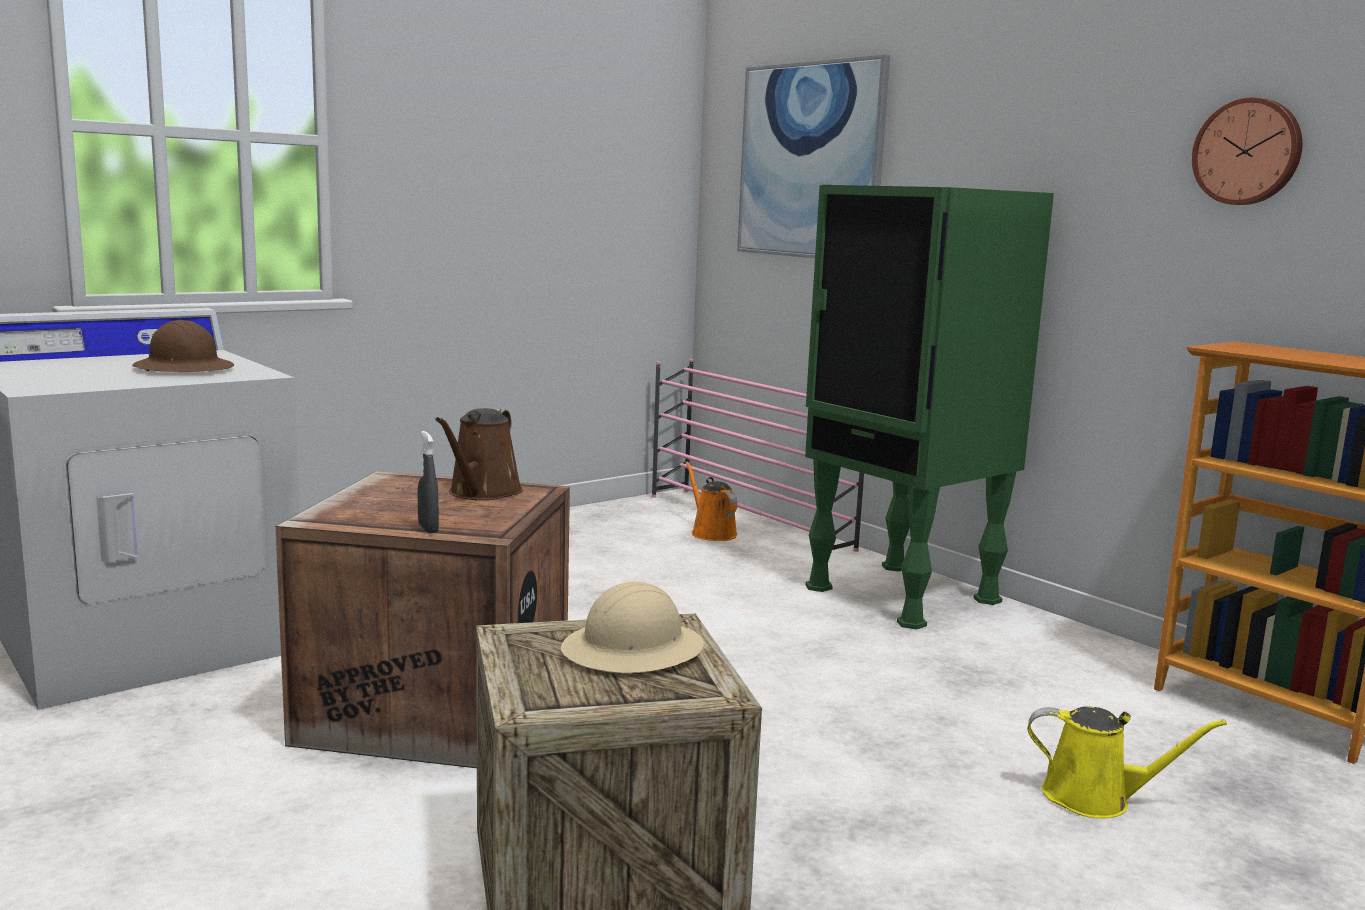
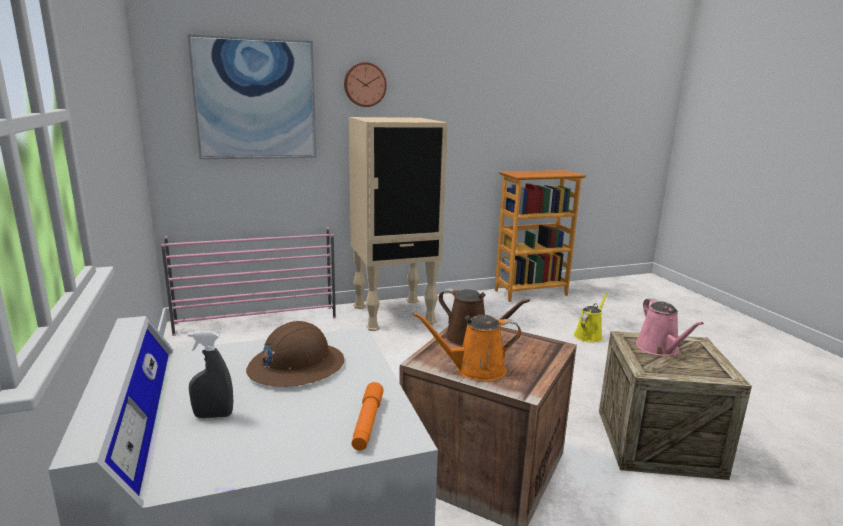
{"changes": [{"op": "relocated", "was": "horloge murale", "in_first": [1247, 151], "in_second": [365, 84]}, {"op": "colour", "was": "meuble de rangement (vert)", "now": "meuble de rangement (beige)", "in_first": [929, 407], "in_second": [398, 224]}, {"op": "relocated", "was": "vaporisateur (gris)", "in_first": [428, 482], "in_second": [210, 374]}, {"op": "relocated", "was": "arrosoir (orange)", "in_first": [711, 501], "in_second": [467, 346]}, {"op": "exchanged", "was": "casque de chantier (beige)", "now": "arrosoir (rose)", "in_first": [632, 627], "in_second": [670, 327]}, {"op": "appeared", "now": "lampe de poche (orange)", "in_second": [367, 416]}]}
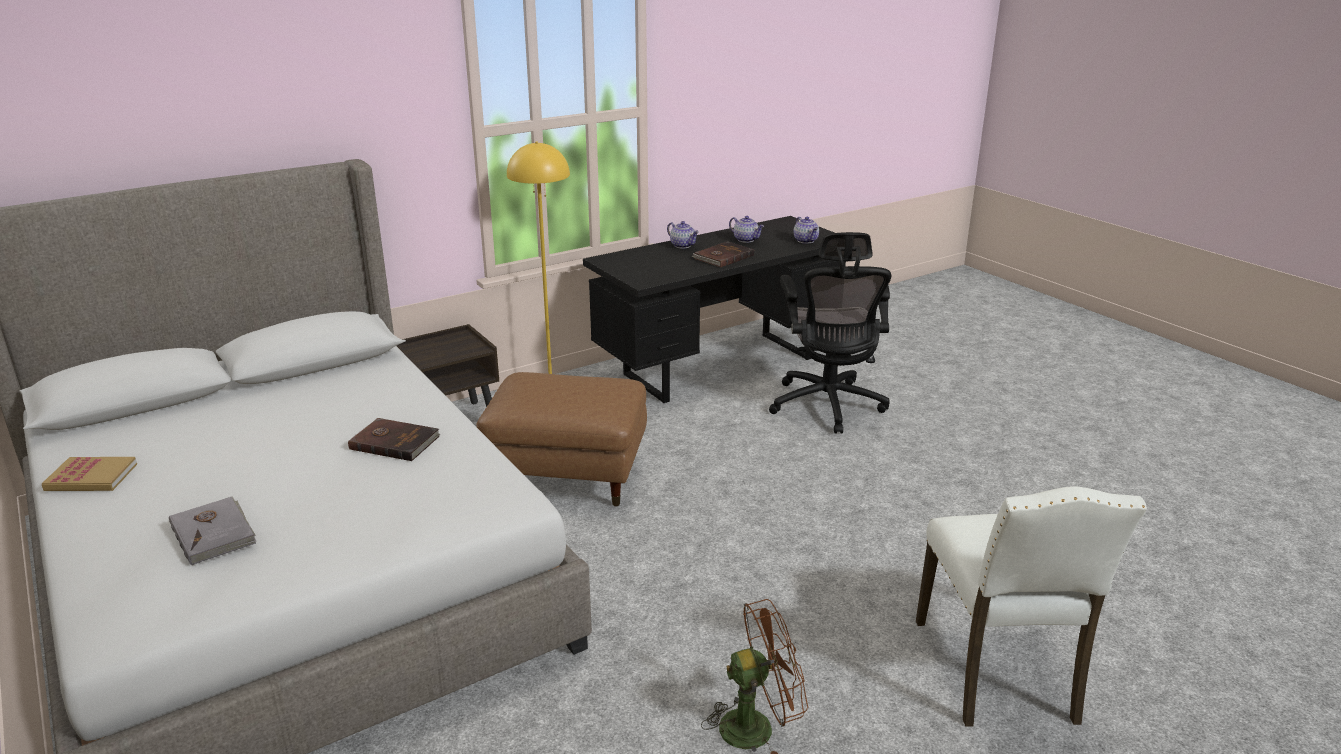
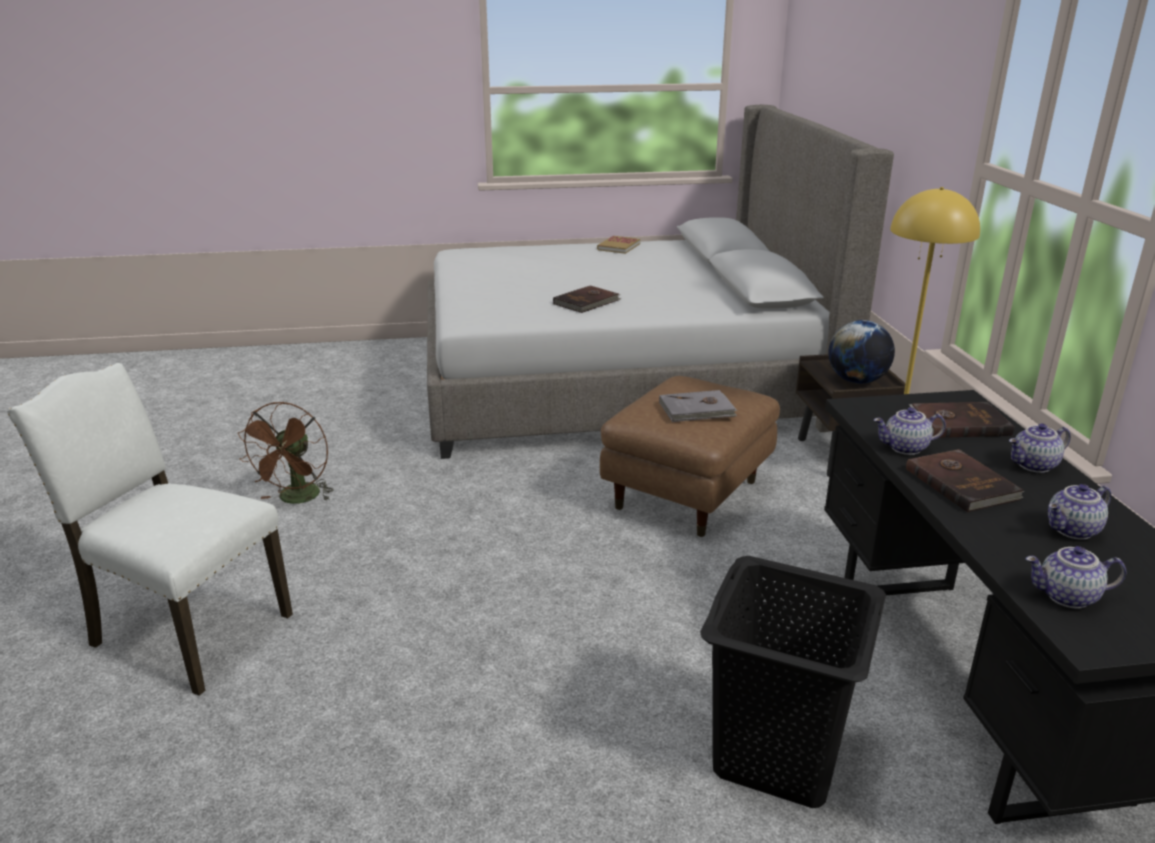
{"changes": [{"op": "exchanged", "was": "chaise de bureau", "now": "panier à linge (noir)", "in_first": [830, 333], "in_second": [793, 682]}, {"op": "relocated", "was": "livre (gris)", "in_first": [212, 531], "in_second": [698, 406]}, {"op": "appeared", "now": "globe", "in_second": [861, 352]}, {"op": "appeared", "now": "livre (marron)", "in_second": [961, 420]}, {"op": "appeared", "now": "théière", "in_second": [910, 431]}]}
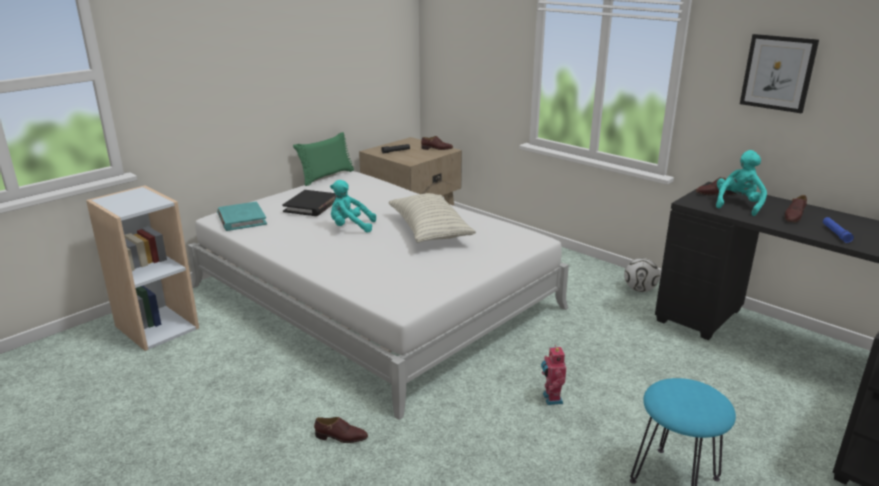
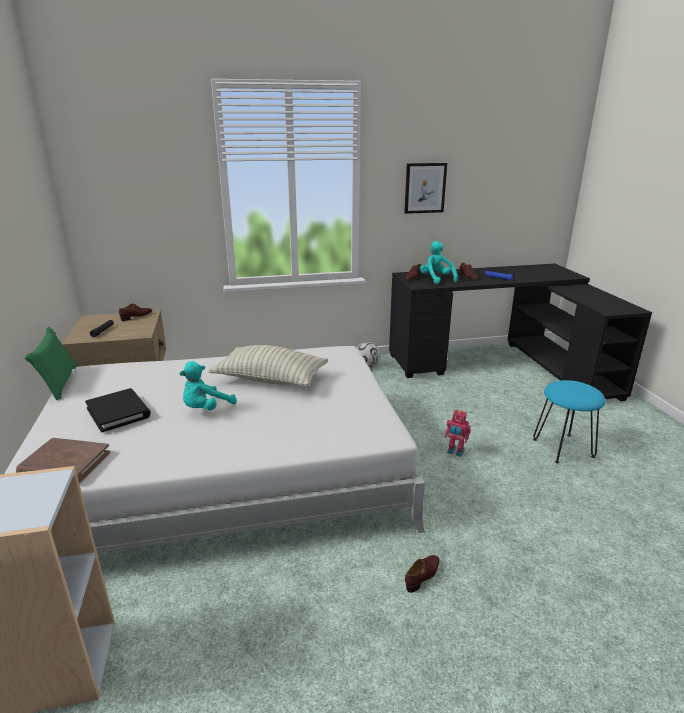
{"changes": [{"op": "colour", "was": "livre (turquoise)", "now": "livre (marron)", "in_first": [242, 216], "in_second": [63, 461]}]}
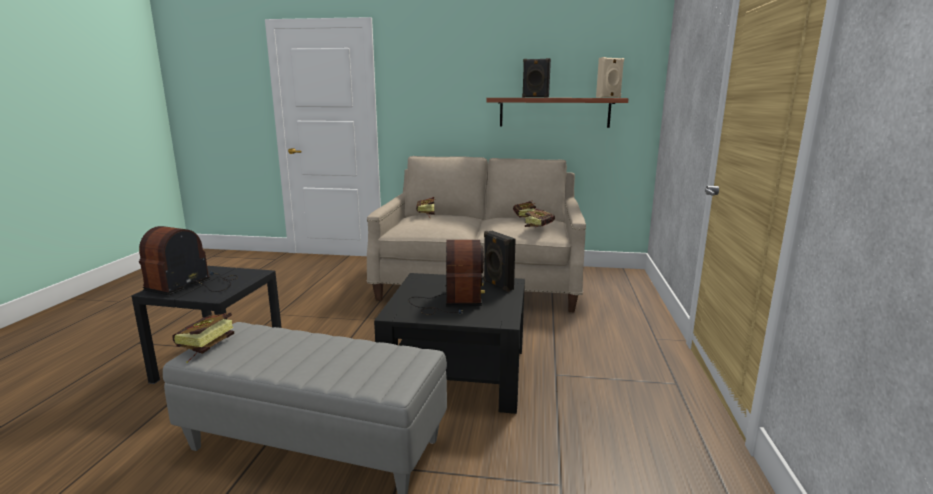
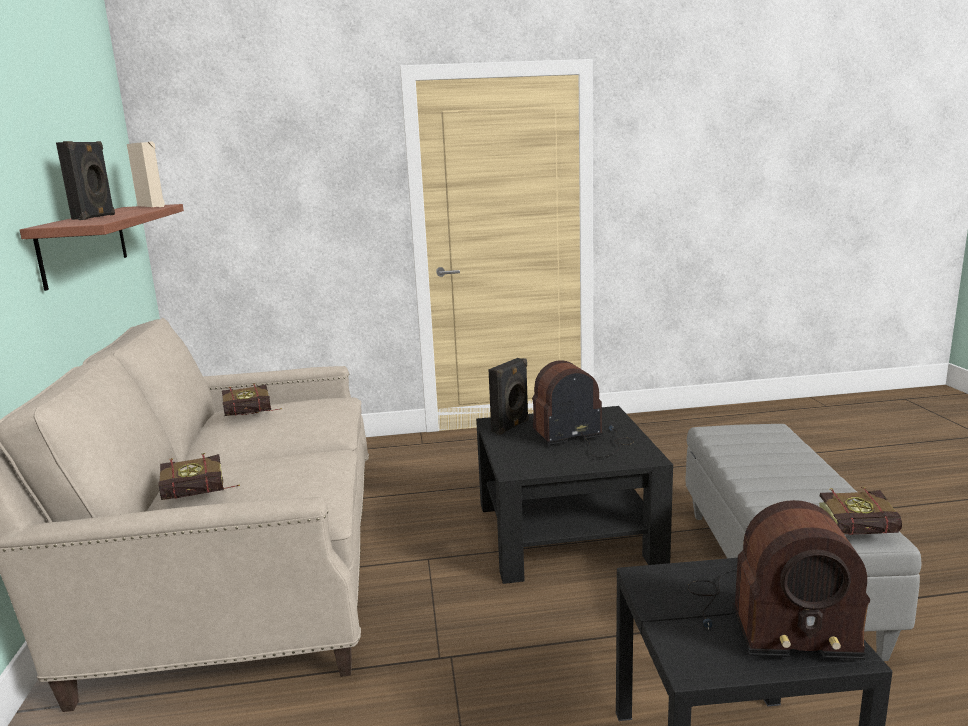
{"changes": [{"op": "missing", "was": "livre", "in_first": [540, 217]}]}
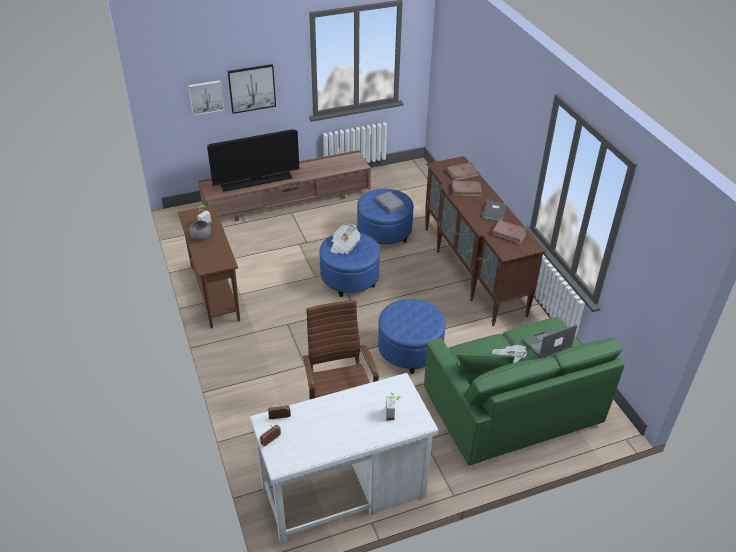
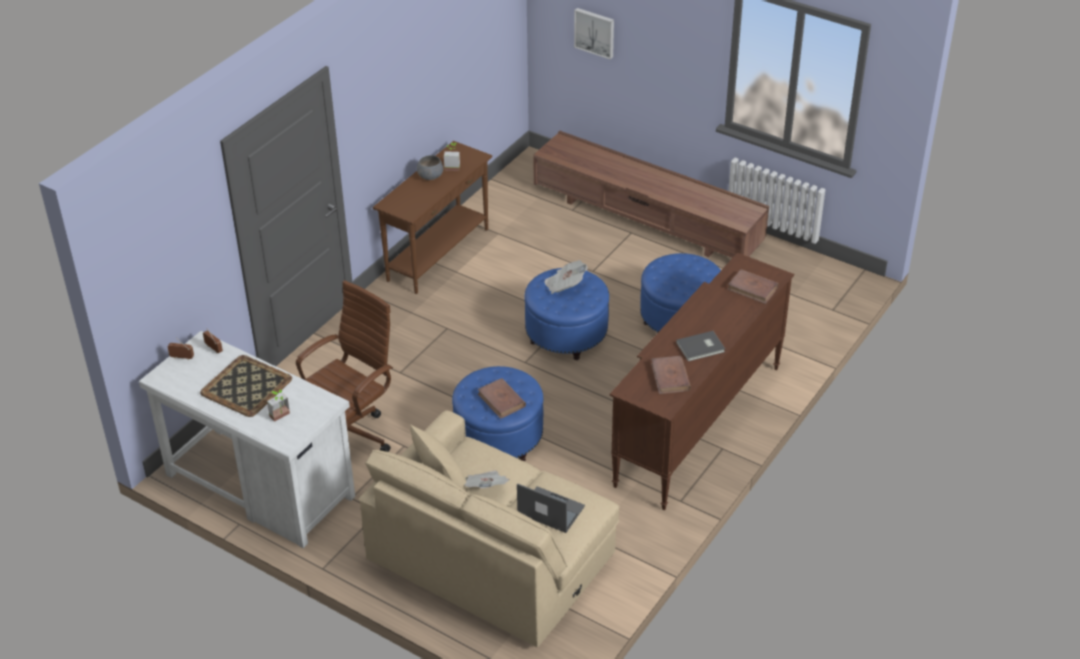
{"changes": [{"op": "missing", "was": "tableau", "in_first": [252, 89]}, {"op": "missing", "was": "téléviseur", "in_first": [253, 160]}, {"op": "relocated", "was": "livre (marron)", "in_first": [467, 189], "in_second": [501, 398]}, {"op": "missing", "was": "livre (gris)", "in_first": [390, 202]}, {"op": "colour", "was": "canapé (vert)", "now": "canapé (beige)", "in_first": [524, 391], "in_second": [489, 528]}, {"op": "appeared", "now": "plateau", "in_second": [246, 386]}]}
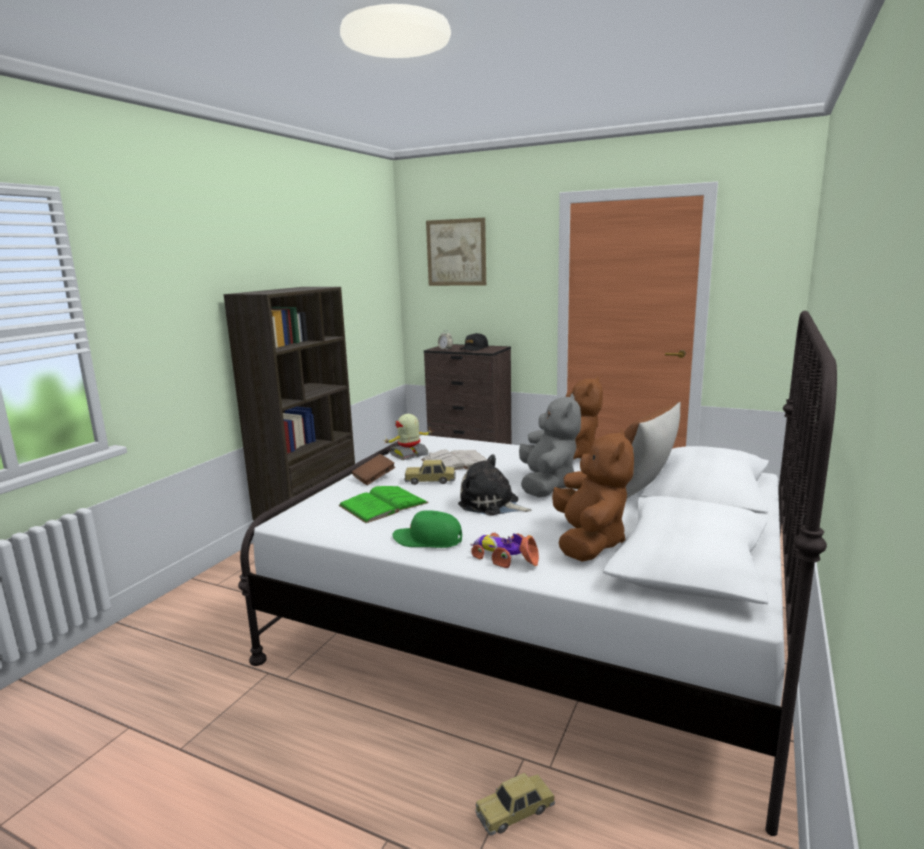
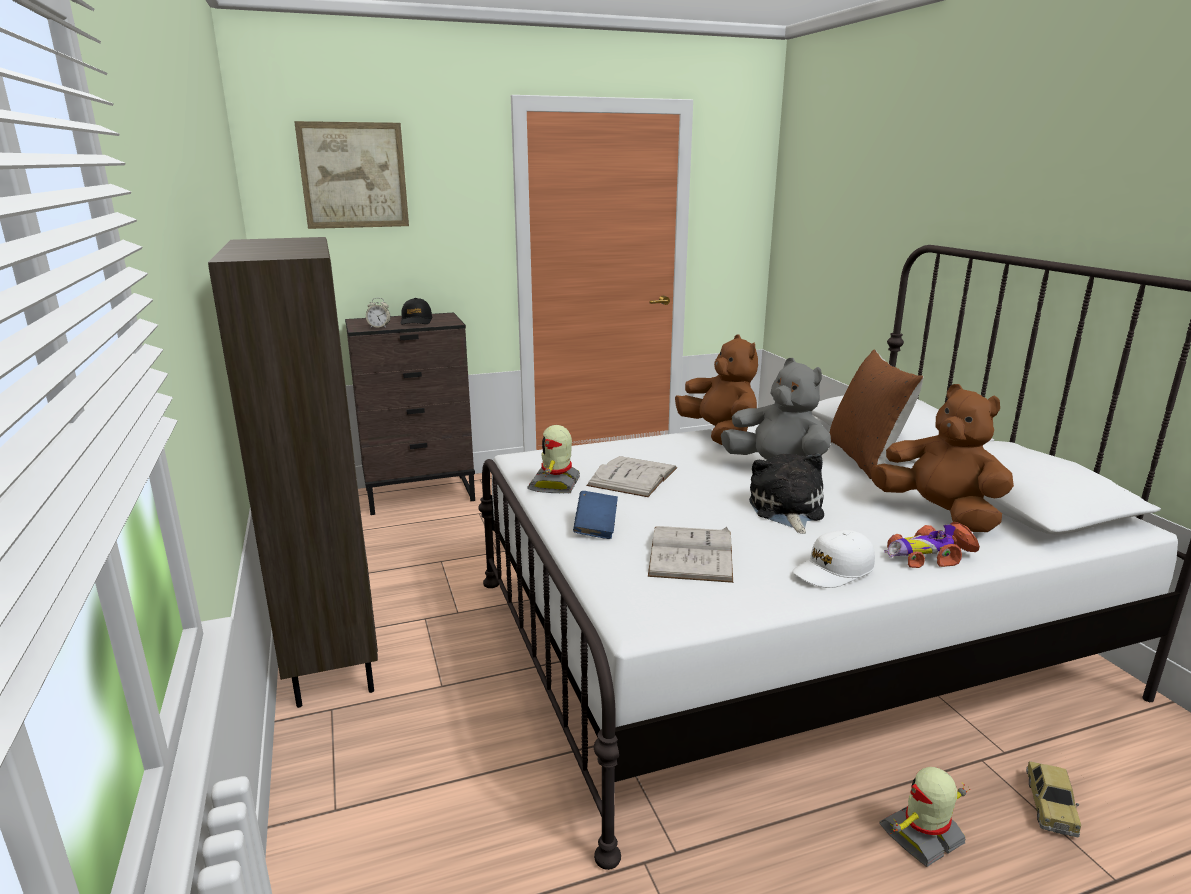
{"changes": [{"op": "colour", "was": "livre (marron)", "now": "livre (bleu)", "in_first": [373, 469], "in_second": [595, 515]}, {"op": "spun", "was": "peluche", "in_first": [494, 485], "in_second": [786, 493], "clockwise": 105}, {"op": "missing", "was": "petite voiture", "in_first": [430, 472]}, {"op": "colour", "was": "livre (vert)", "now": "livre (blanc)", "in_first": [384, 504], "in_second": [690, 554]}, {"op": "colour", "was": "casquette (vert)", "now": "casquette (blanc)", "in_first": [427, 529], "in_second": [833, 559]}, {"op": "appeared", "now": "robot jouet", "in_second": [924, 817]}]}
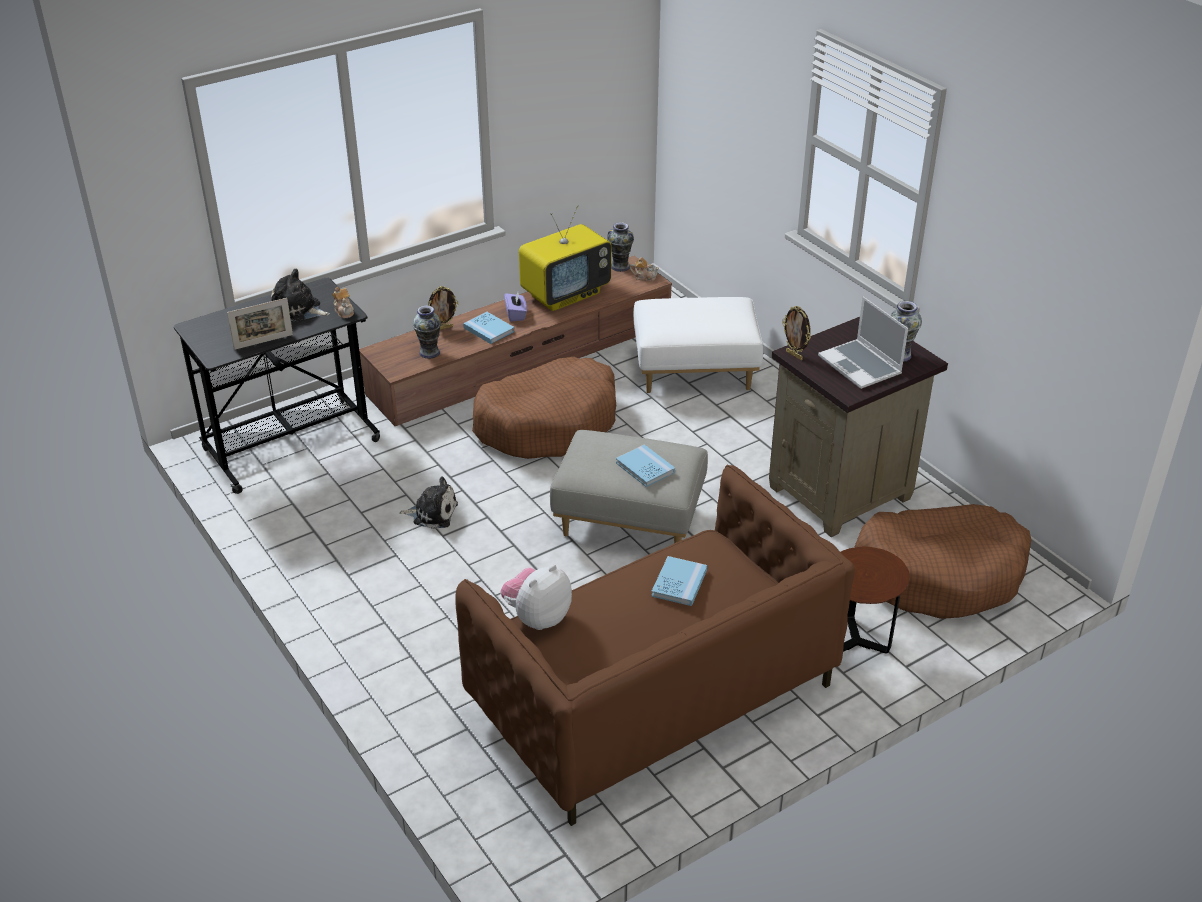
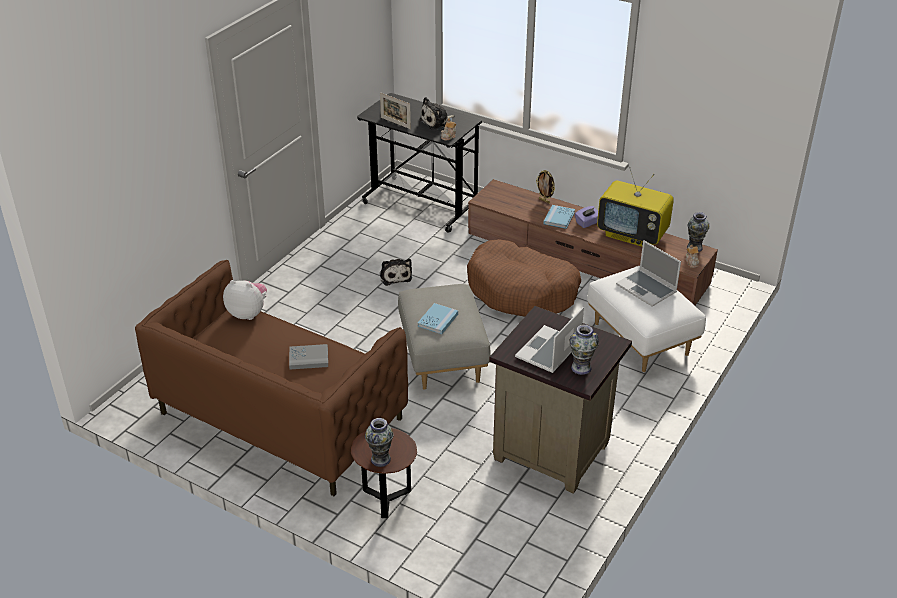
{"changes": [{"op": "spun", "was": "peluche", "in_first": [300, 295], "in_second": [437, 113], "clockwise": -120}, {"op": "relocated", "was": "vase", "in_first": [427, 332], "in_second": [379, 442]}, {"op": "missing", "was": "cadre photo", "in_first": [796, 333]}, {"op": "missing", "was": "panier pour chien (marron)", "in_first": [943, 561]}, {"op": "colour", "was": "livre (bleu)", "now": "livre (gris)", "in_first": [679, 581], "in_second": [308, 357]}, {"op": "appeared", "now": "ordinateur portable", "in_second": [648, 273]}]}
